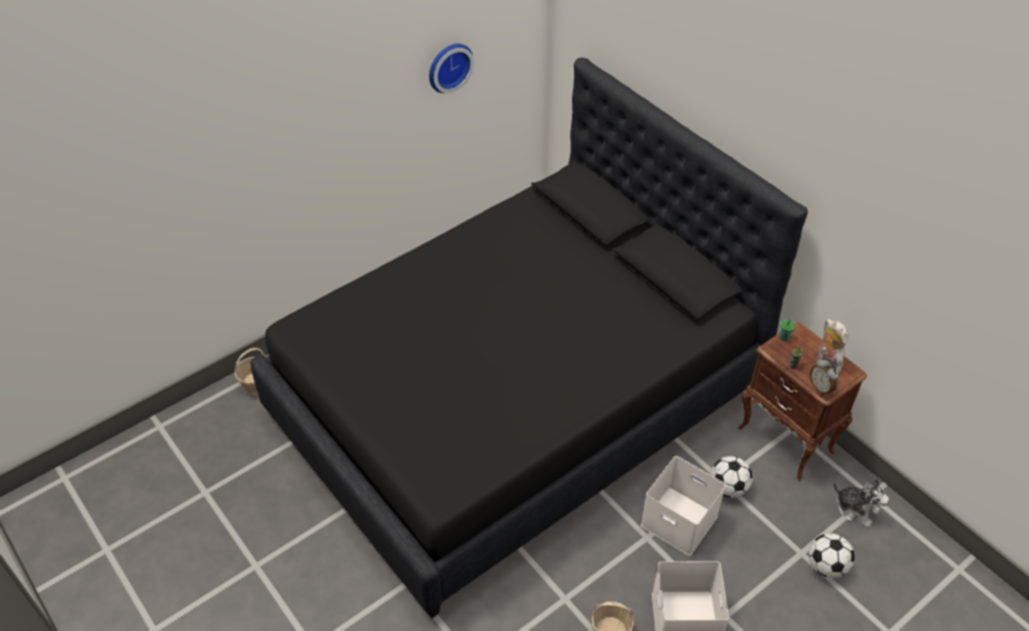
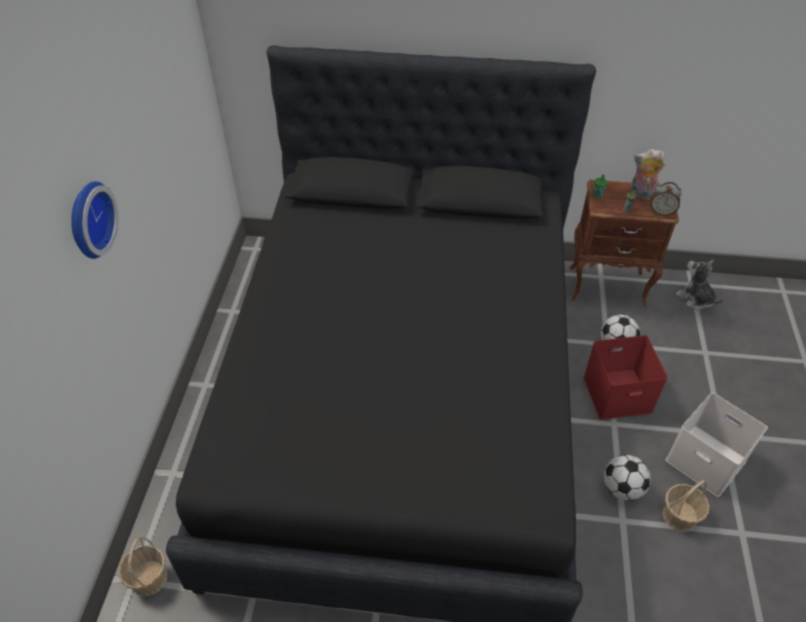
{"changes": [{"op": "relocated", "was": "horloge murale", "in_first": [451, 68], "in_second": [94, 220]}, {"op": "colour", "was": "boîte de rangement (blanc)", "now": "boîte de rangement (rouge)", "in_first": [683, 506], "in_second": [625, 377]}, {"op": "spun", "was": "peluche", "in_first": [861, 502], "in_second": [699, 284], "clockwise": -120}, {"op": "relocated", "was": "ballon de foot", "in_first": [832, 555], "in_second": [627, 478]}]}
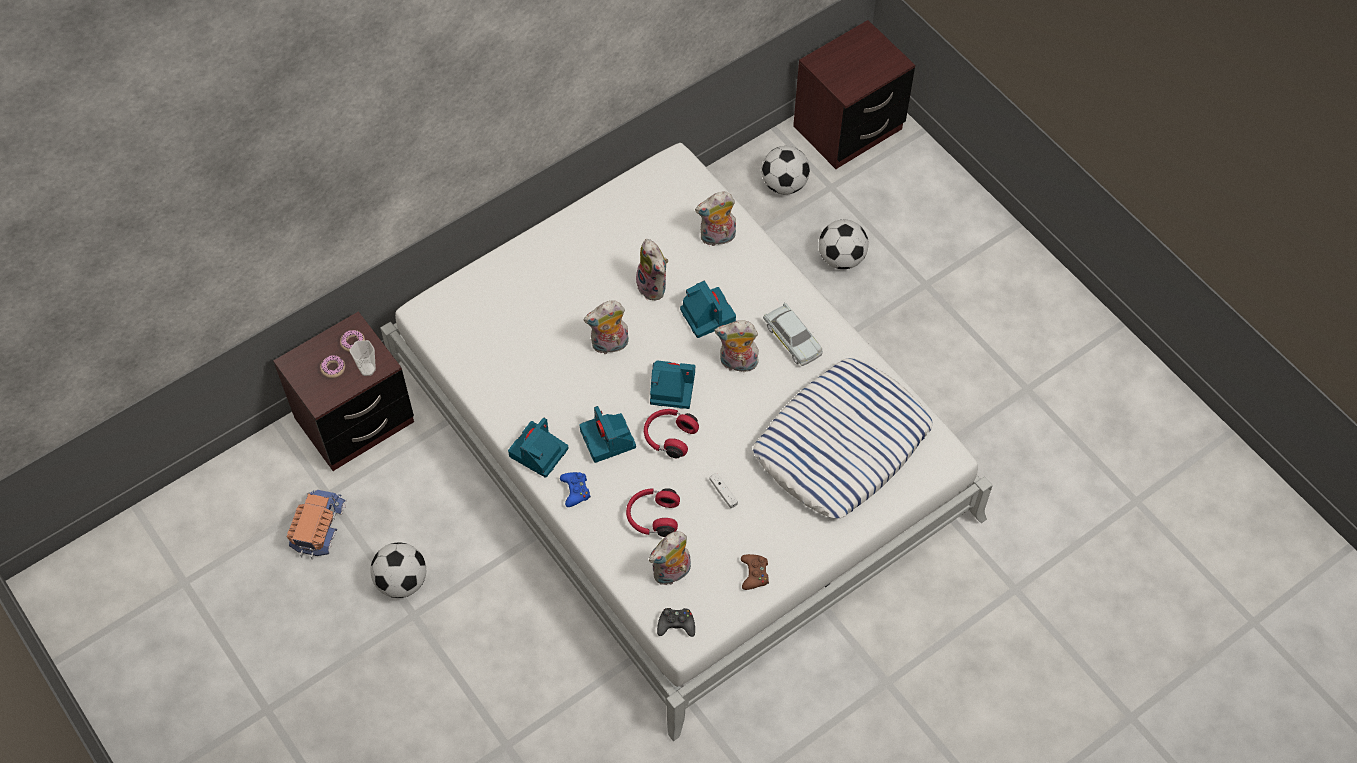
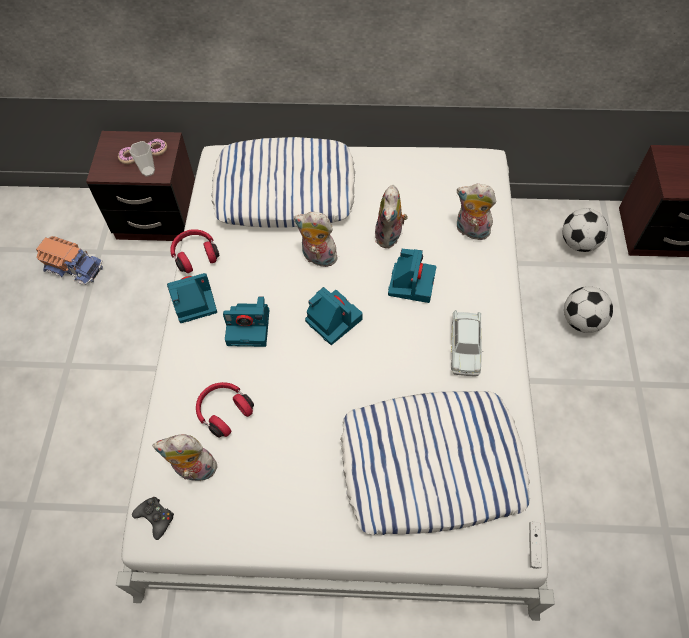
{"changes": [{"op": "missing", "was": "peluche", "in_first": [737, 346]}, {"op": "spun", "was": "appareil photo", "in_first": [608, 434], "in_second": [246, 321], "clockwise": -105}, {"op": "relocated", "was": "casque audio (rouge)", "in_first": [671, 433], "in_second": [194, 251]}, {"op": "missing", "was": "manette (bleu)", "in_first": [575, 489]}, {"op": "relocated", "was": "manette (blanc)", "in_first": [723, 490], "in_second": [535, 545]}, {"op": "spun", "was": "camion jouet", "in_first": [317, 525], "in_second": [69, 260], "clockwise": 60}, {"op": "missing", "was": "ballon de foot", "in_first": [398, 570]}, {"op": "missing", "was": "manette (marron)", "in_first": [755, 572]}, {"op": "appeared", "now": "coussin", "in_second": [283, 182]}]}
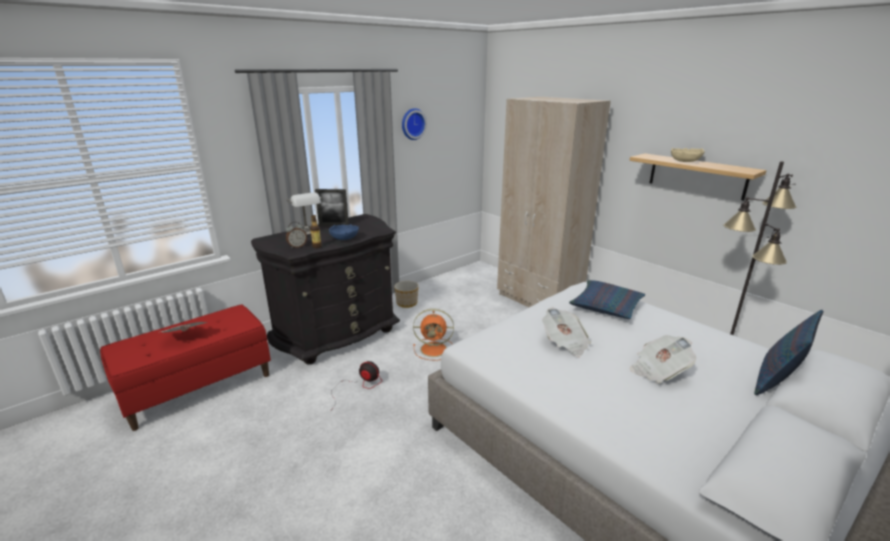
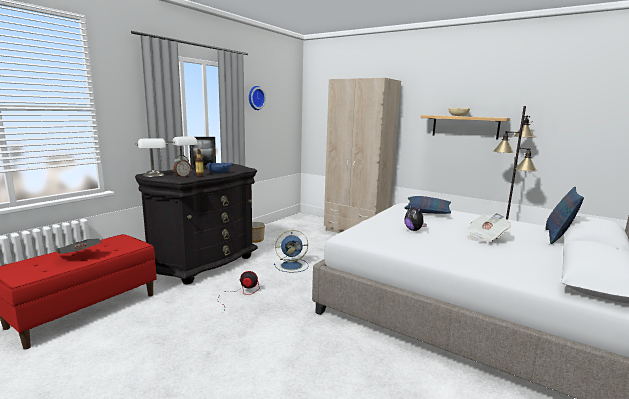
{"changes": [{"op": "exchanged", "was": "journal", "now": "peluche", "in_first": [567, 332], "in_second": [415, 217]}, {"op": "colour", "was": "ventilateur (orange)", "now": "ventilateur (bleu)", "in_first": [433, 335], "in_second": [291, 251]}, {"op": "appeared", "now": "lampe de table (blanc)", "in_second": [151, 157]}]}
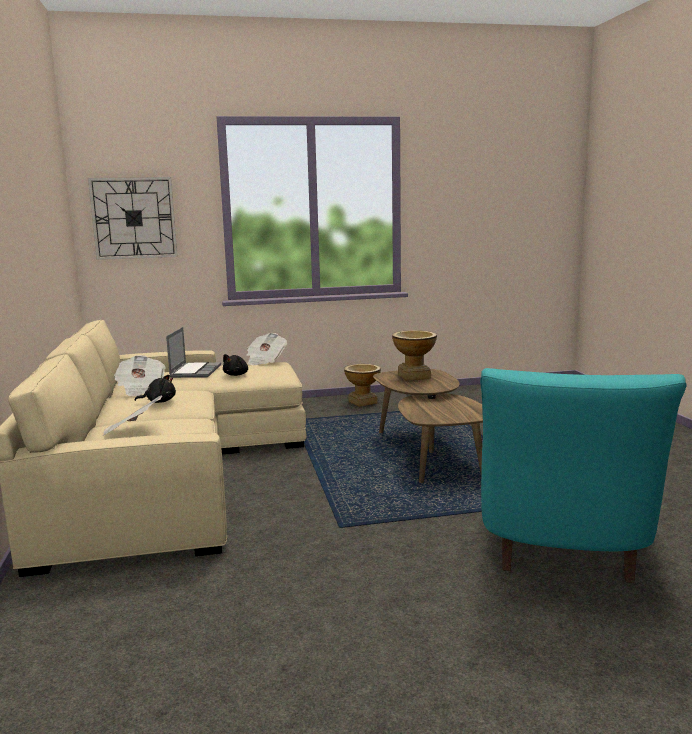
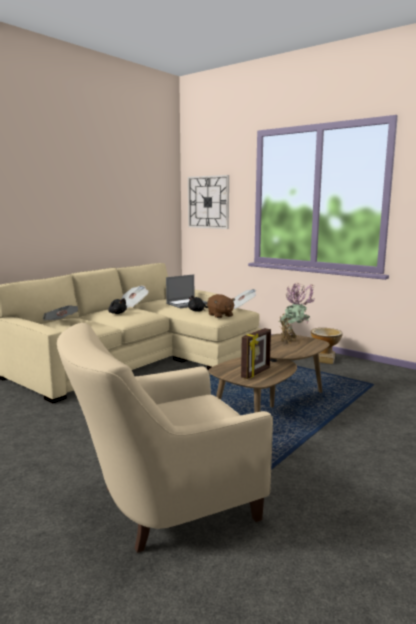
{"changes": [{"op": "exchanged", "was": "vase", "now": "plante en pot", "in_first": [414, 355], "in_second": [297, 313]}, {"op": "colour", "was": "fauteuil (turquoise)", "now": "fauteuil (beige)", "in_first": [583, 475], "in_second": [165, 438]}, {"op": "appeared", "now": "peluche (marron)", "in_second": [221, 306]}, {"op": "appeared", "now": "cadre photo", "in_second": [256, 353]}]}
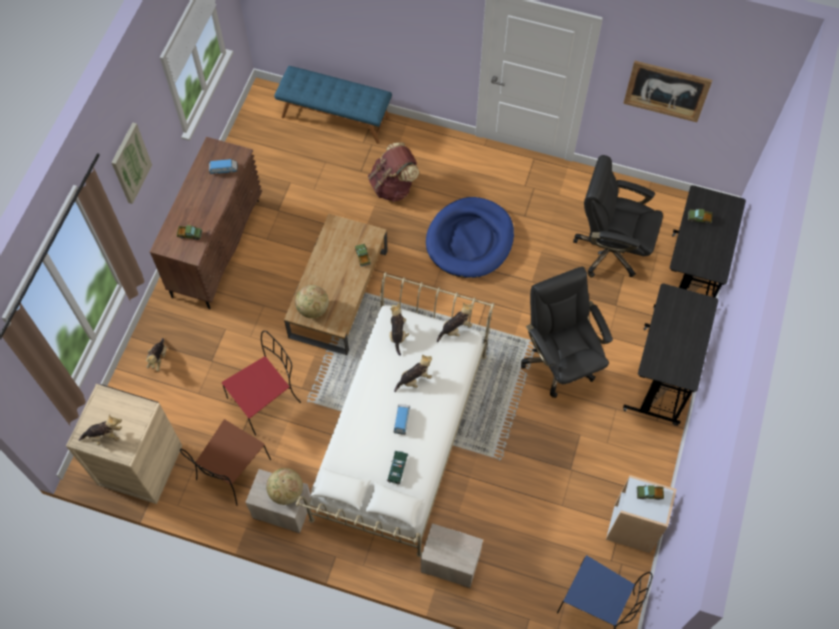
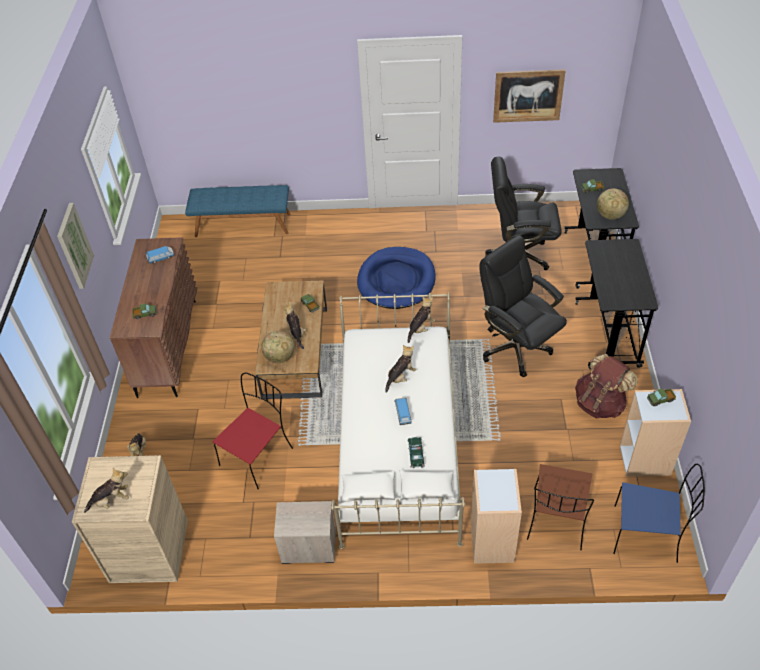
{"changes": [{"op": "relocated", "was": "sac à dos (marron)", "in_first": [393, 172], "in_second": [606, 386]}, {"op": "relocated", "was": "peluche", "in_first": [399, 329], "in_second": [295, 325]}, {"op": "relocated", "was": "chaise (marron)", "in_first": [225, 462], "in_second": [560, 507]}, {"op": "relocated", "was": "globe", "in_first": [284, 486], "in_second": [613, 204]}, {"op": "exchanged", "was": "table de chevet", "now": "bibliothèque", "in_first": [452, 555], "in_second": [496, 516]}]}
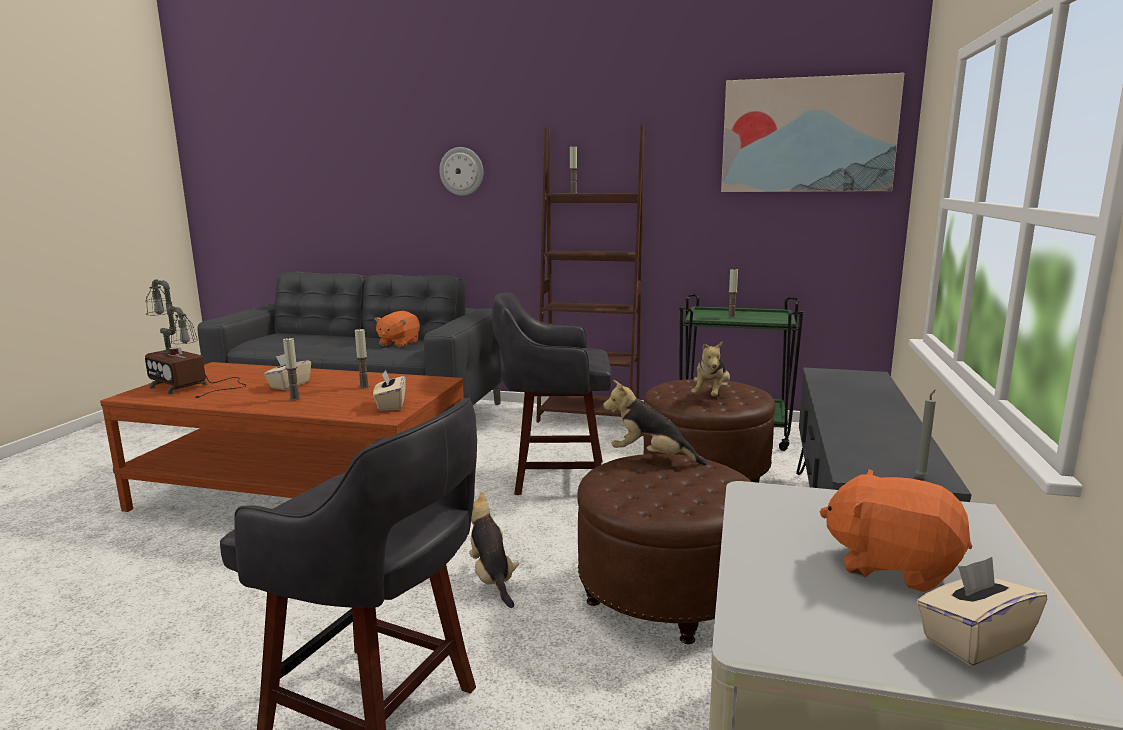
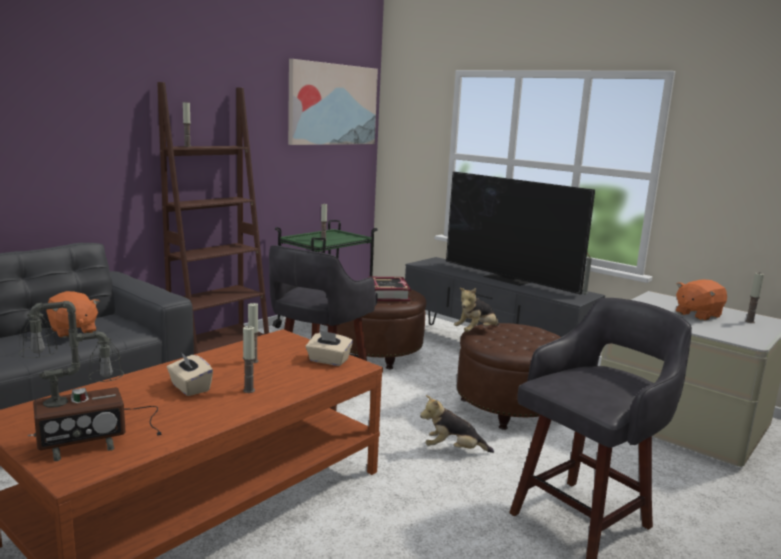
{"changes": [{"op": "missing", "was": "horloge murale", "in_first": [461, 171]}, {"op": "exchanged", "was": "peluche", "now": "livre", "in_first": [710, 369], "in_second": [391, 289]}, {"op": "exchanged", "was": "boîte à mouchoirs (beige)", "now": "bougie", "in_first": [982, 611], "in_second": [754, 298]}, {"op": "appeared", "now": "téléviseur", "in_second": [520, 233]}]}
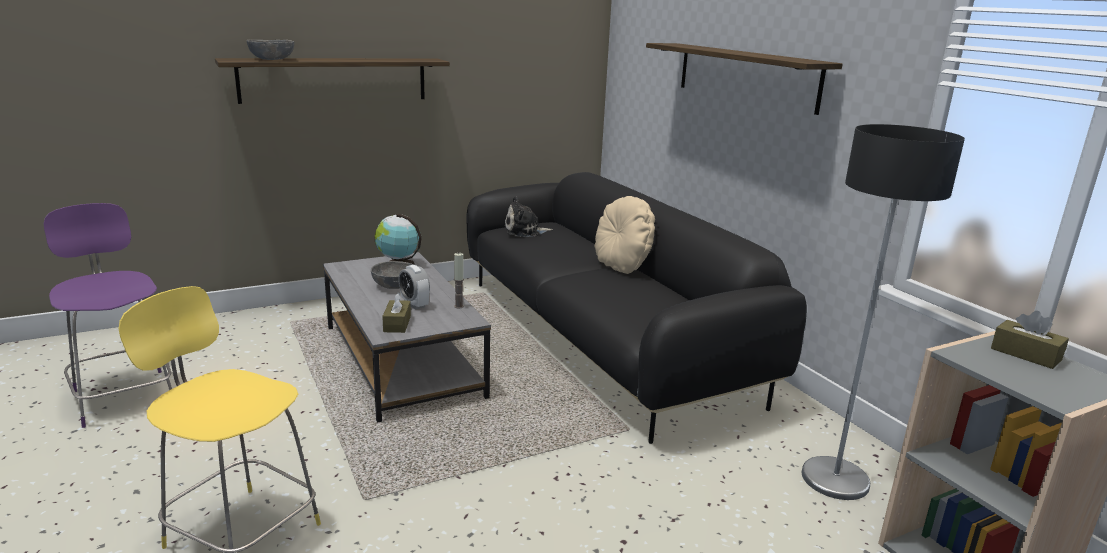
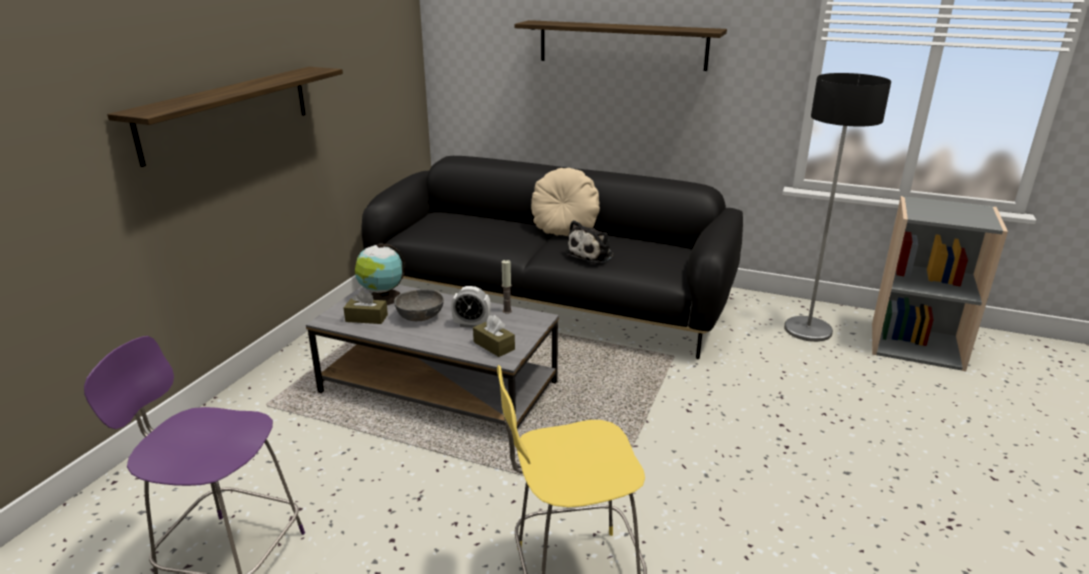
{"changes": [{"op": "missing", "was": "bol (gris)", "in_first": [271, 50]}, {"op": "relocated", "was": "peluche", "in_first": [528, 216], "in_second": [590, 241]}, {"op": "relocated", "was": "boîte à mouchoirs (marron)", "in_first": [1030, 340], "in_second": [366, 307]}]}
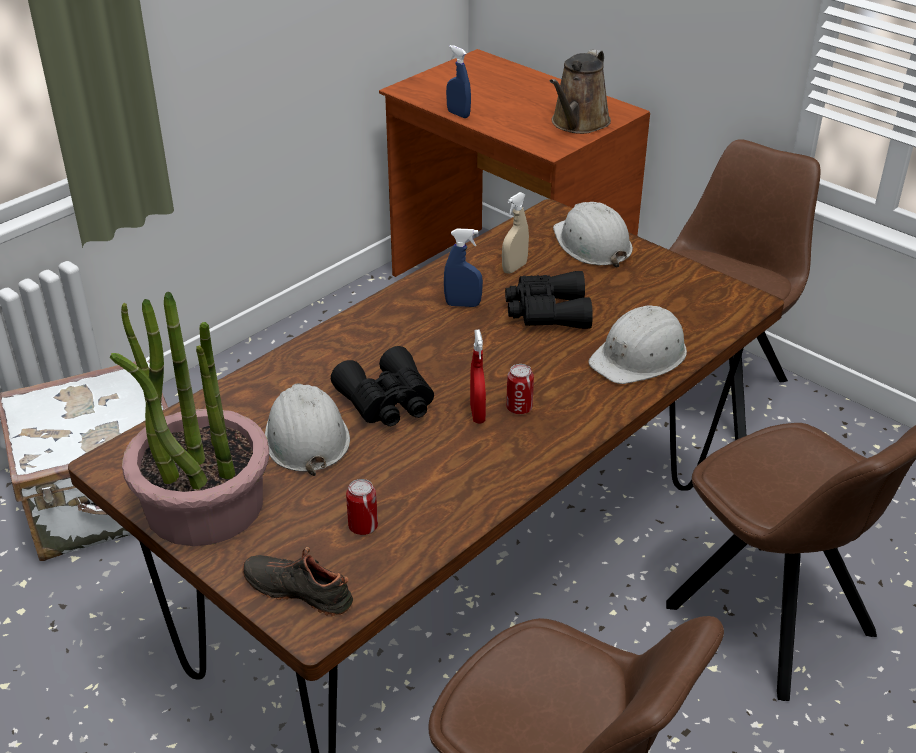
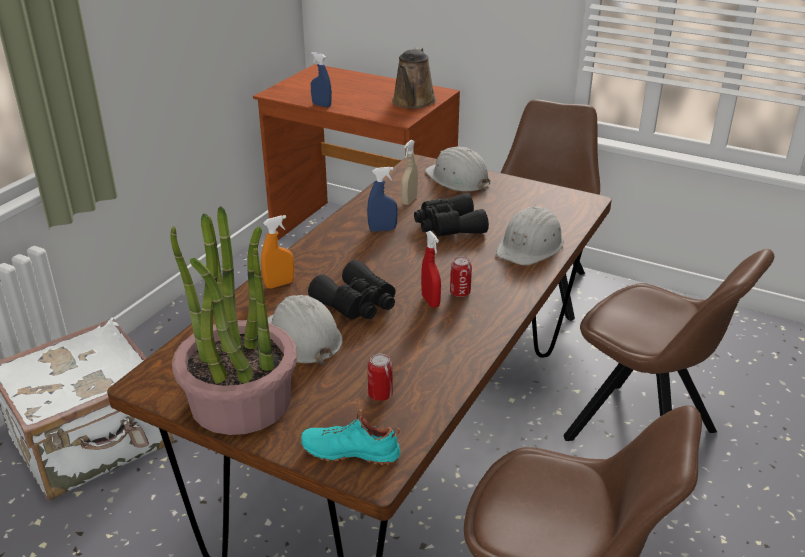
{"changes": [{"op": "colour", "was": "chaussure (noir)", "now": "chaussure (turquoise)", "in_first": [297, 581], "in_second": [350, 437]}, {"op": "appeared", "now": "vaporisateur (orange)", "in_second": [277, 251]}]}
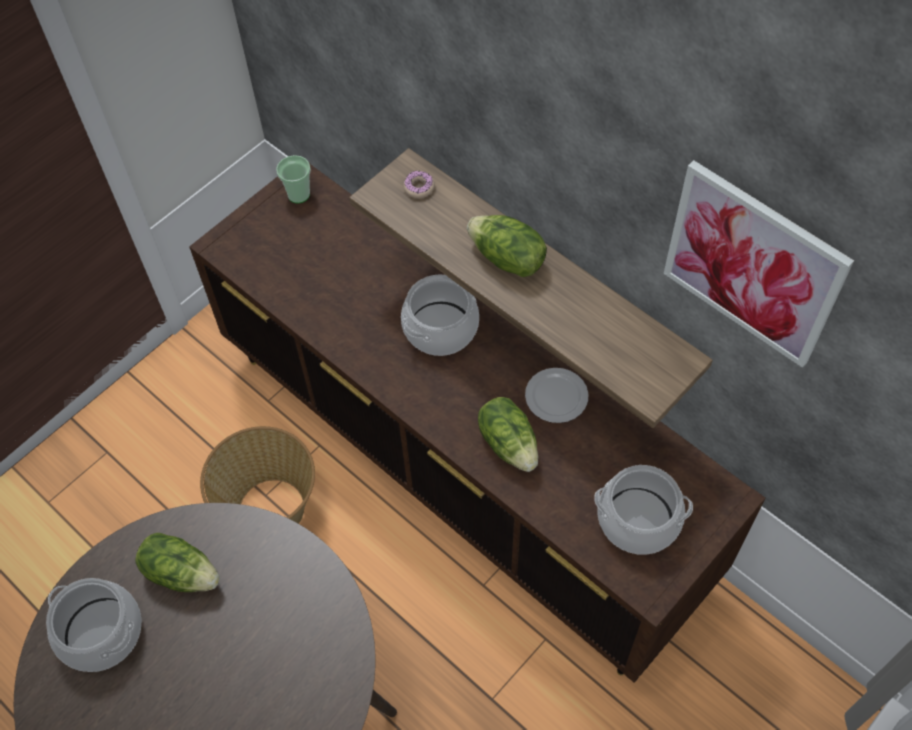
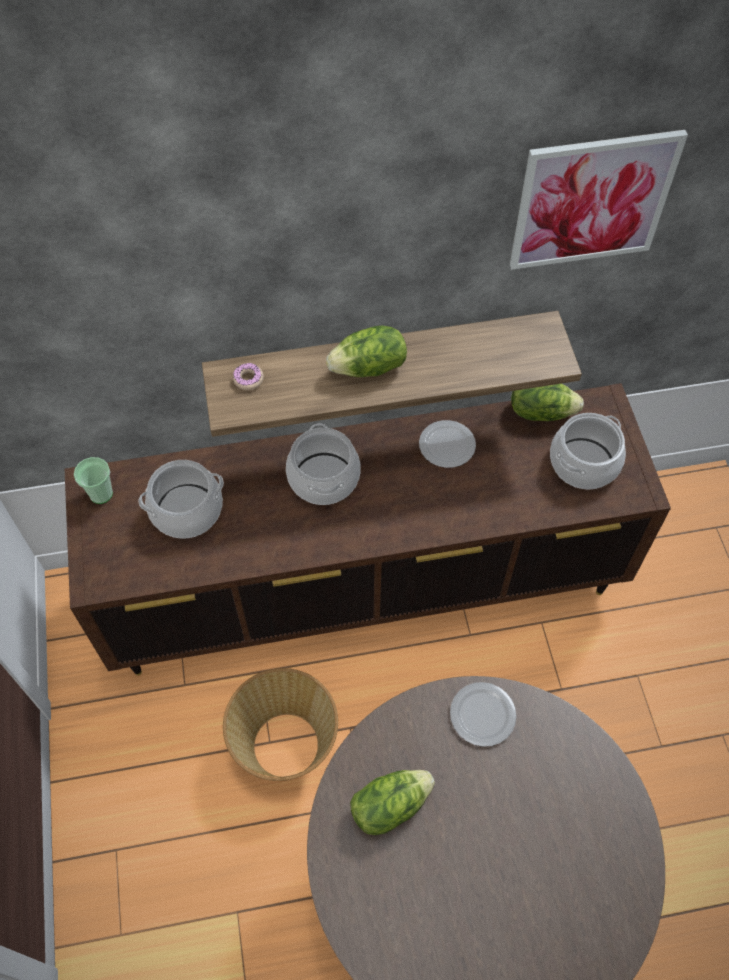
{"changes": [{"op": "relocated", "was": "laitue", "in_first": [508, 434], "in_second": [547, 402]}, {"op": "relocated", "was": "marmite", "in_first": [93, 625], "in_second": [181, 499]}, {"op": "appeared", "now": "assiette", "in_second": [483, 714]}]}
